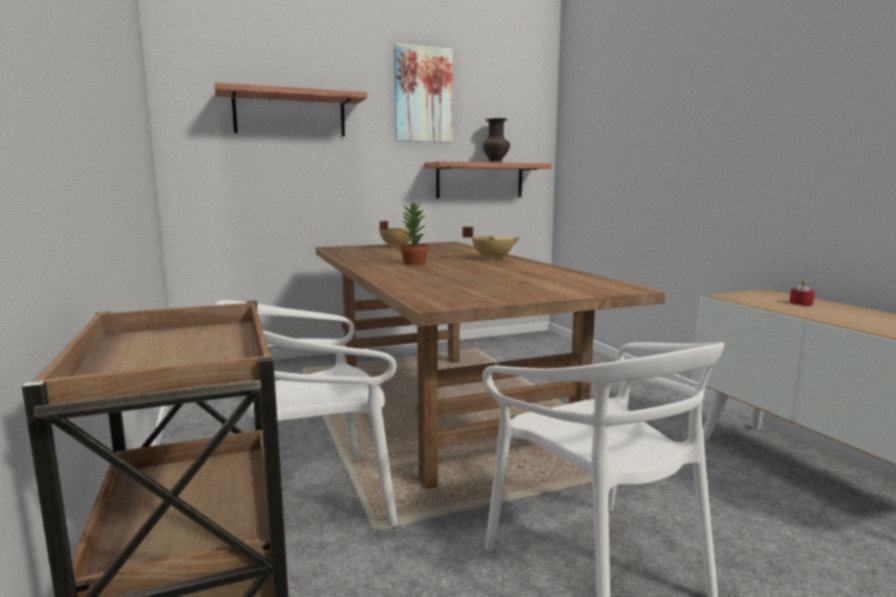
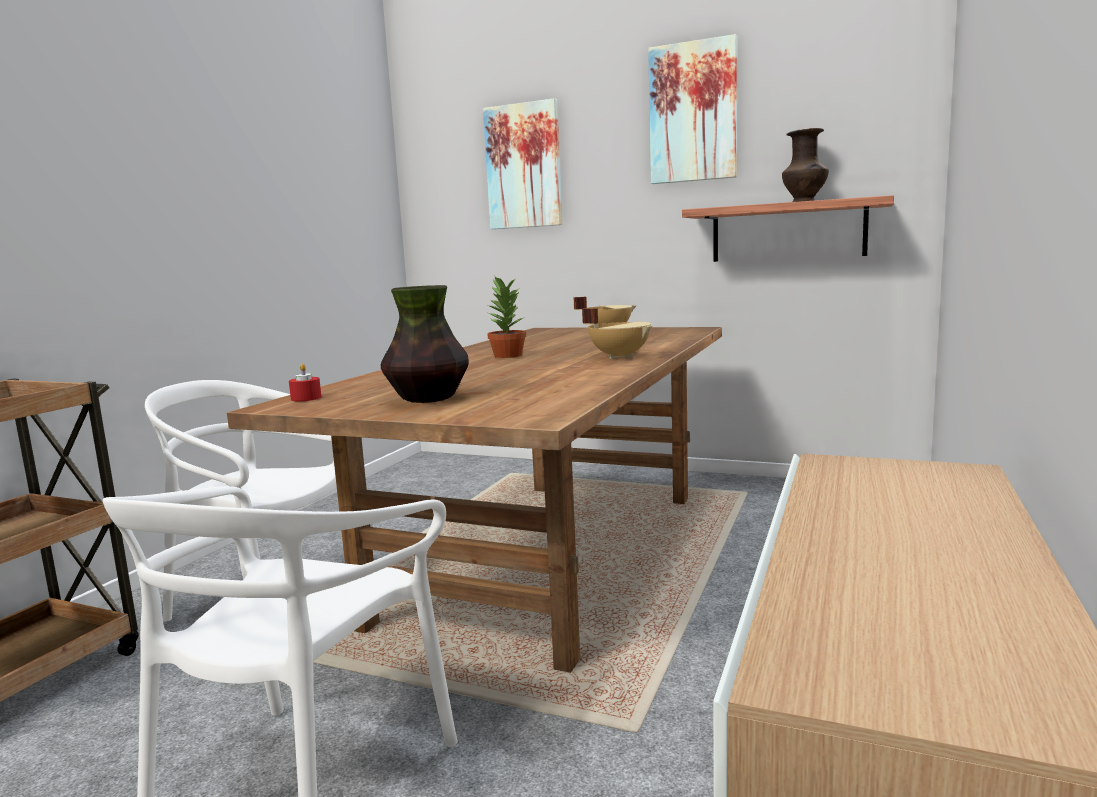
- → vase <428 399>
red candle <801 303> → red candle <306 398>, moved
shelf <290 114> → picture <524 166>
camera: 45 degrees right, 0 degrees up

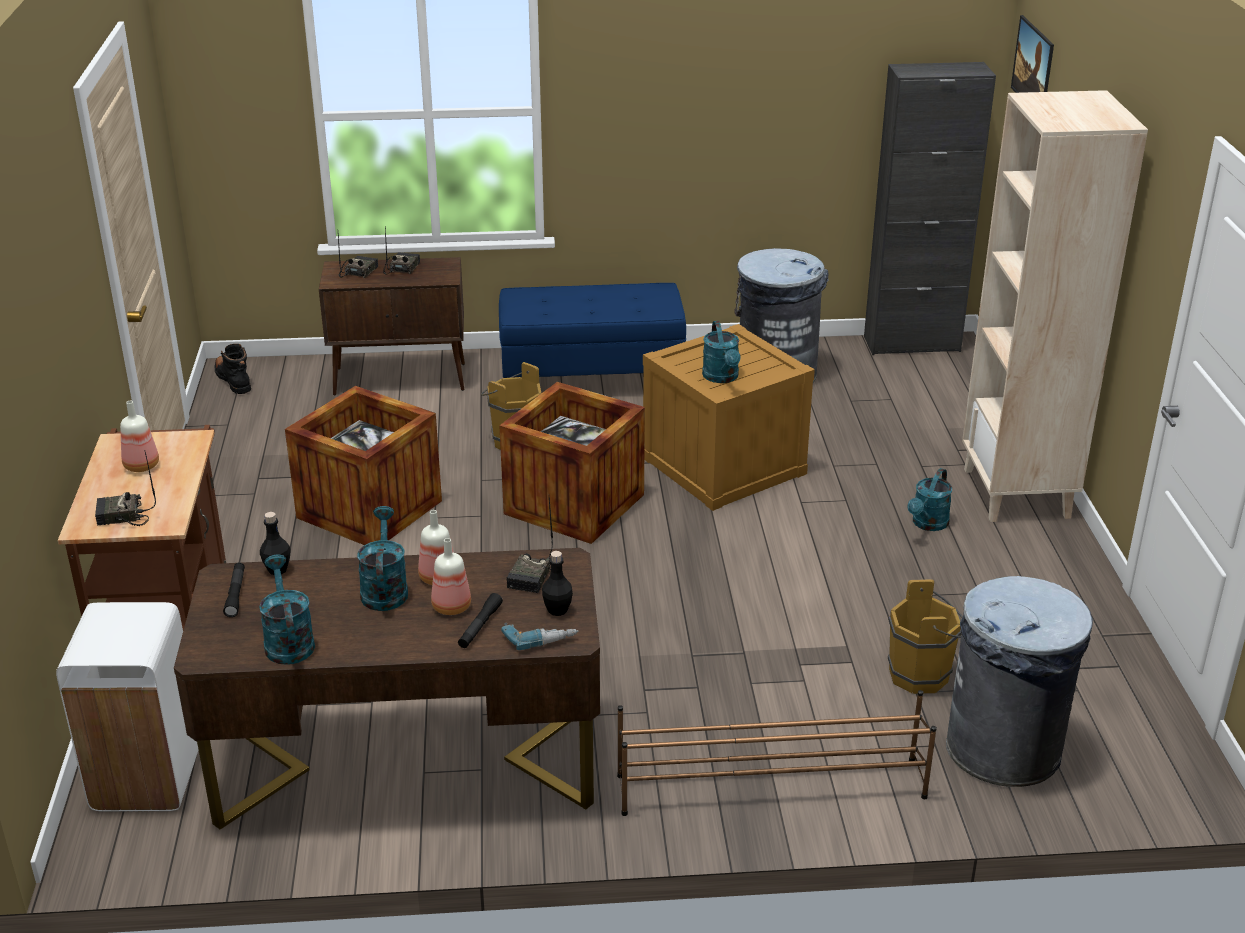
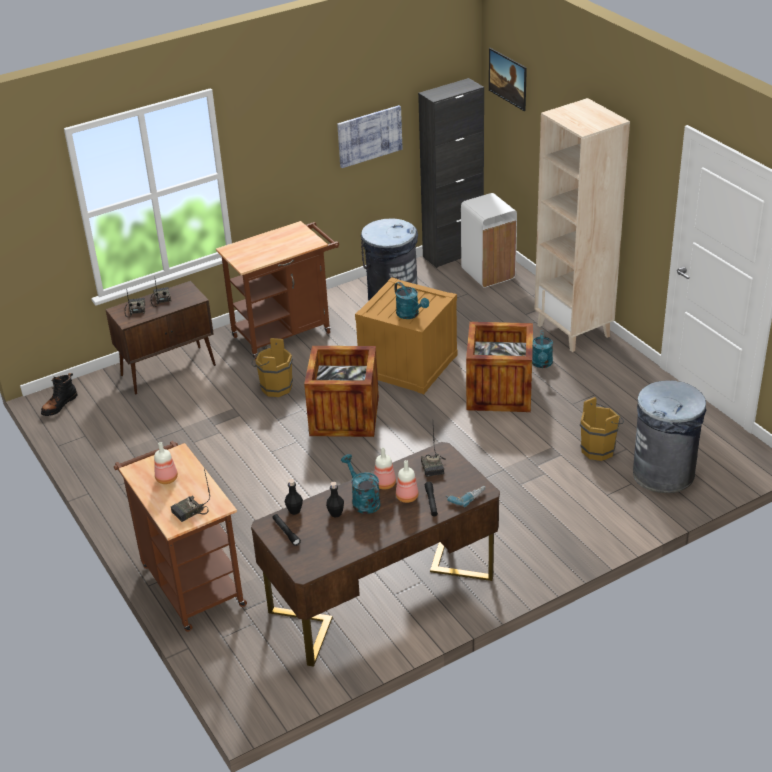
turquoise watering can <287 641> → -
brown shoe rack <769 786> → -
- → picture <369 136>
white trash can <149 776> → white trash can <488 273>, moved
crate <369 509> → crate <499 392>, moved
black bottle <557 610> → black bottle <336 513>, moved
blue bench <592 377> → brown cart <287 332>
black boot <234 381> → black boot <59 405>, 90 degrees counterclockwise
camera: 25 degrees left, 5 degrees up

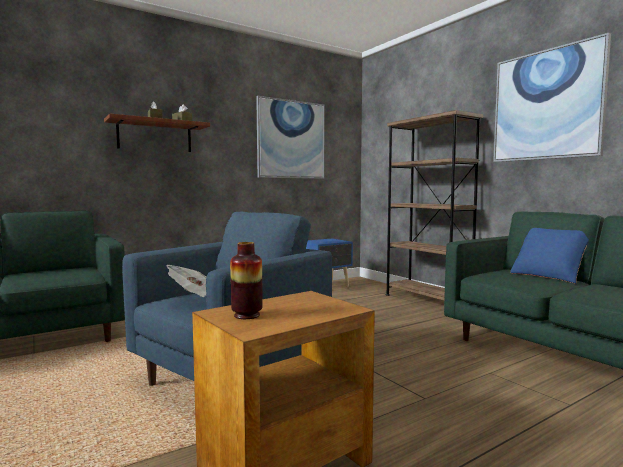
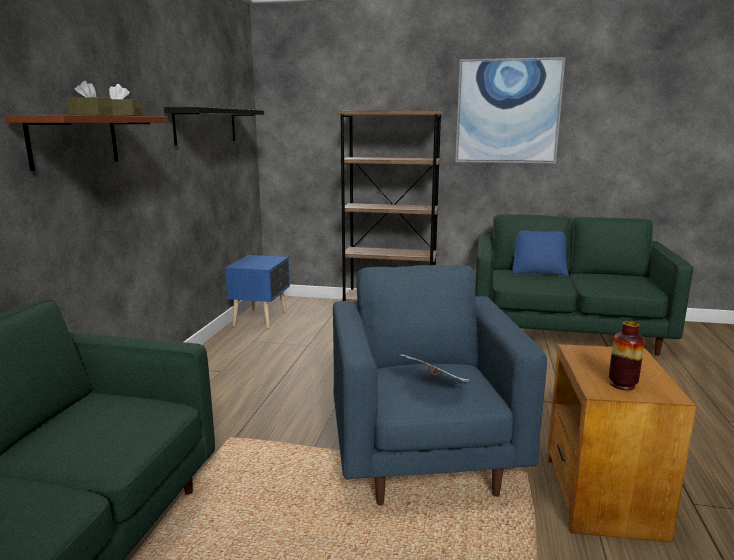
picture <291 139> → black shelf <206 126>
camera: 45 degrees left, 10 degrees up

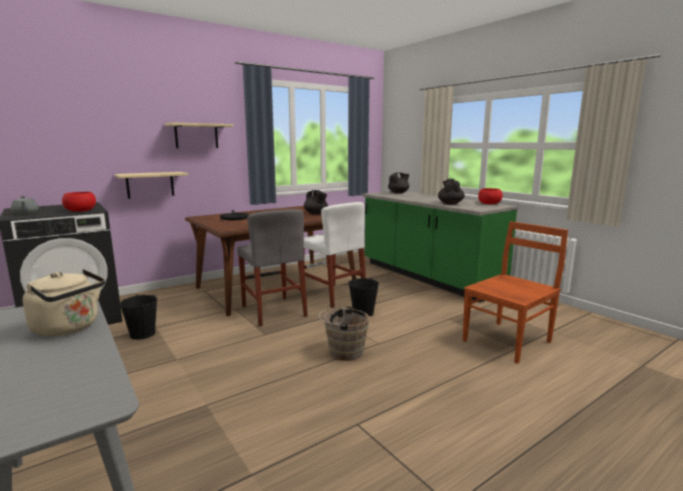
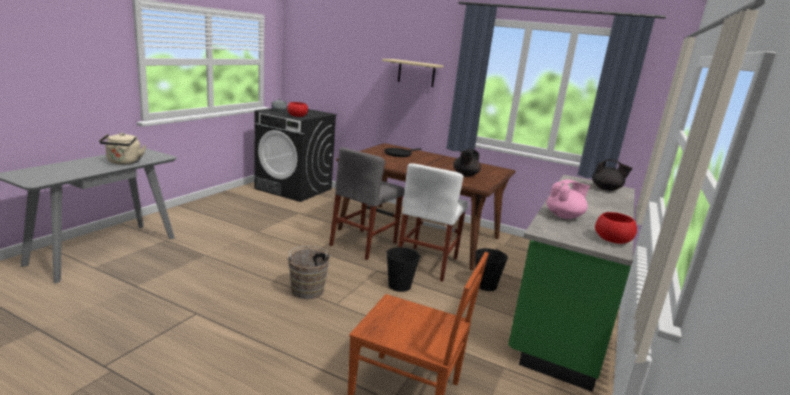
beige shelf <150 185> → -
black bucket <142 334> → black bucket <485 285>, moved
black teapot <450 203> → pink teapot <564 216>
camera: 60 degrees right, 5 degrees up

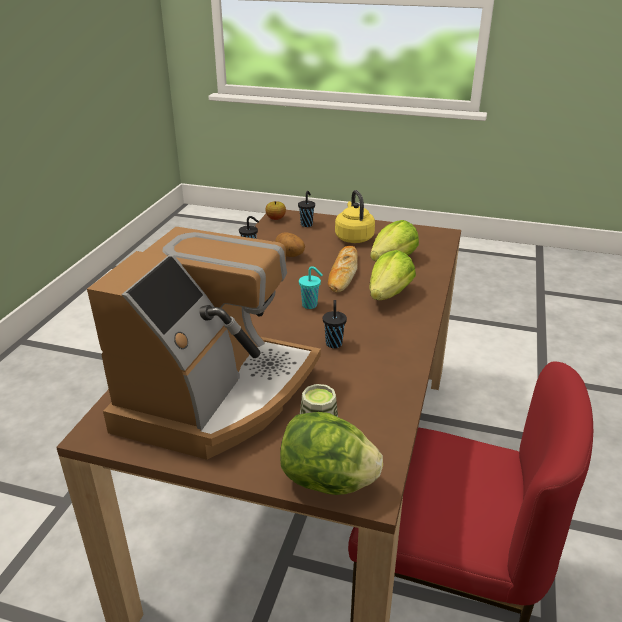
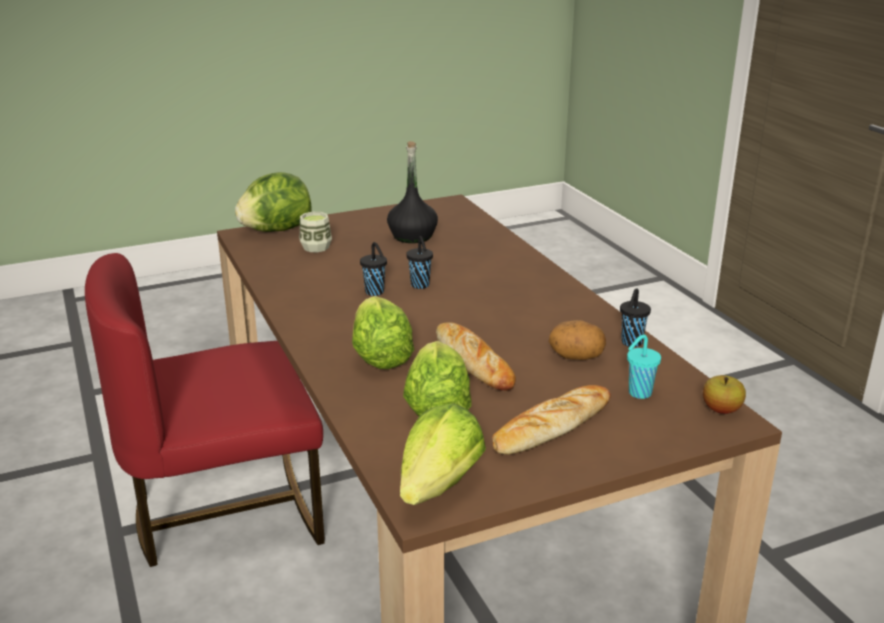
- → lettuce <439 485>
black cup <307 224> → black cup <420 286>, moved
turquoise cup <310 305> → turquoise cup <638 393>, moved
coffee machine <217 395> → black bottle <413 236>
yellow kettle <353 237> → bread <551 427>
camera: 140 degrees right, 5 degrees down

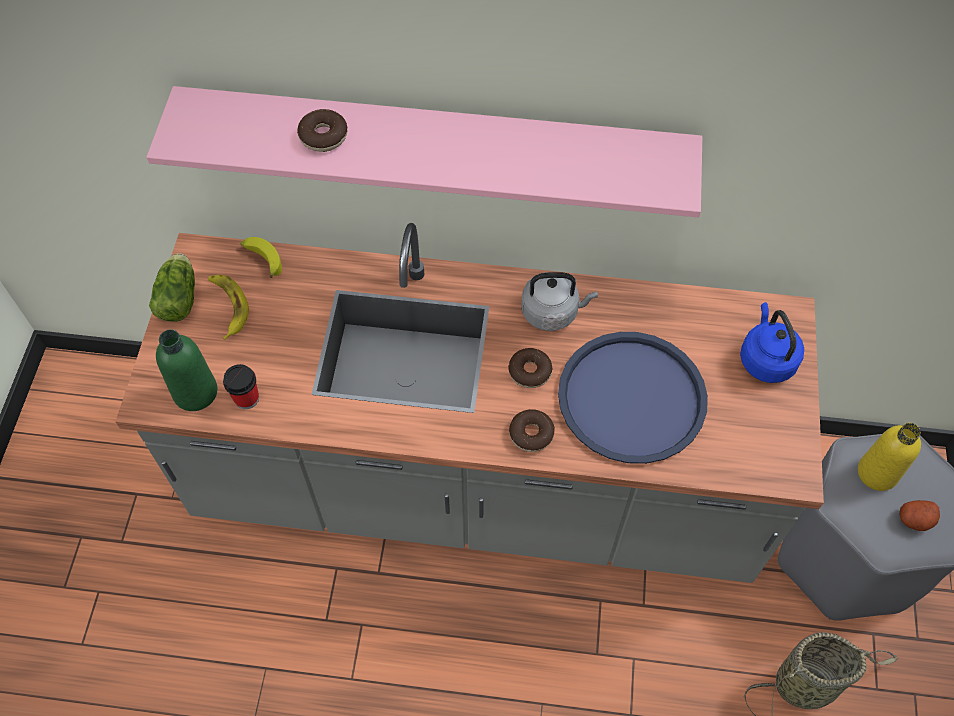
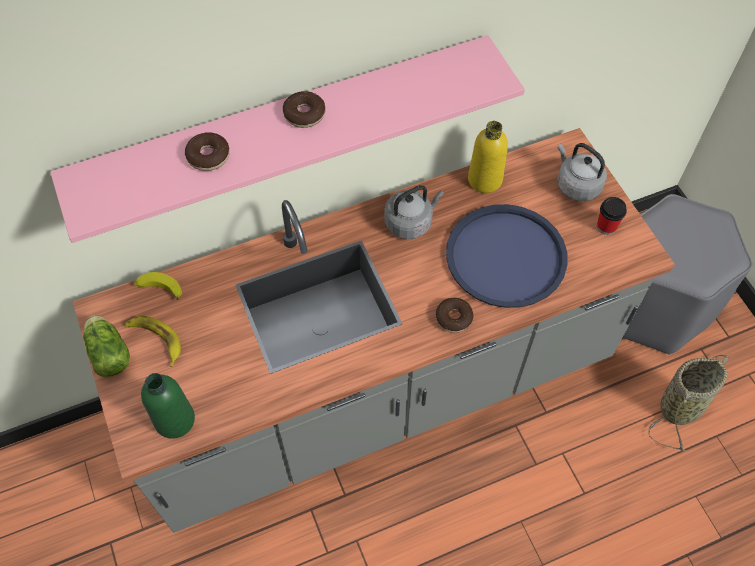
potato <914 520> → -
cup <246 398> → cup <606 226>, moved
donut <529 371> → donut <304 114>, moved
yellow bottle <877 473> → yellow bottle <485 180>, moved
blue kettle <766 359> → grey kettle <576 185>
camera: 30 degrees left, 0 degrees up

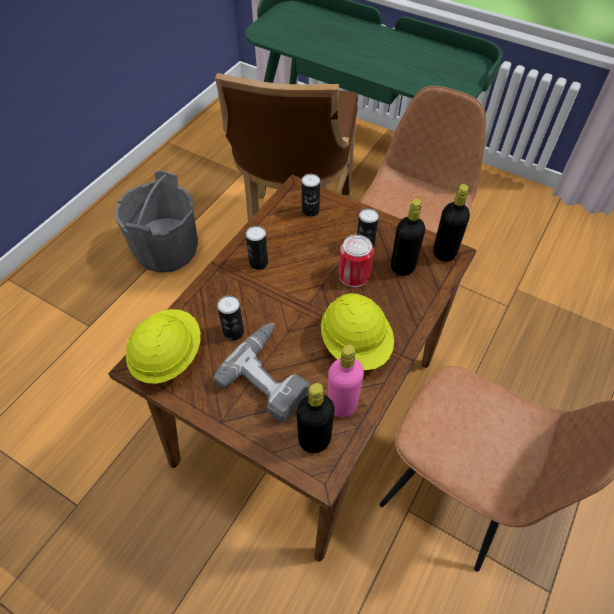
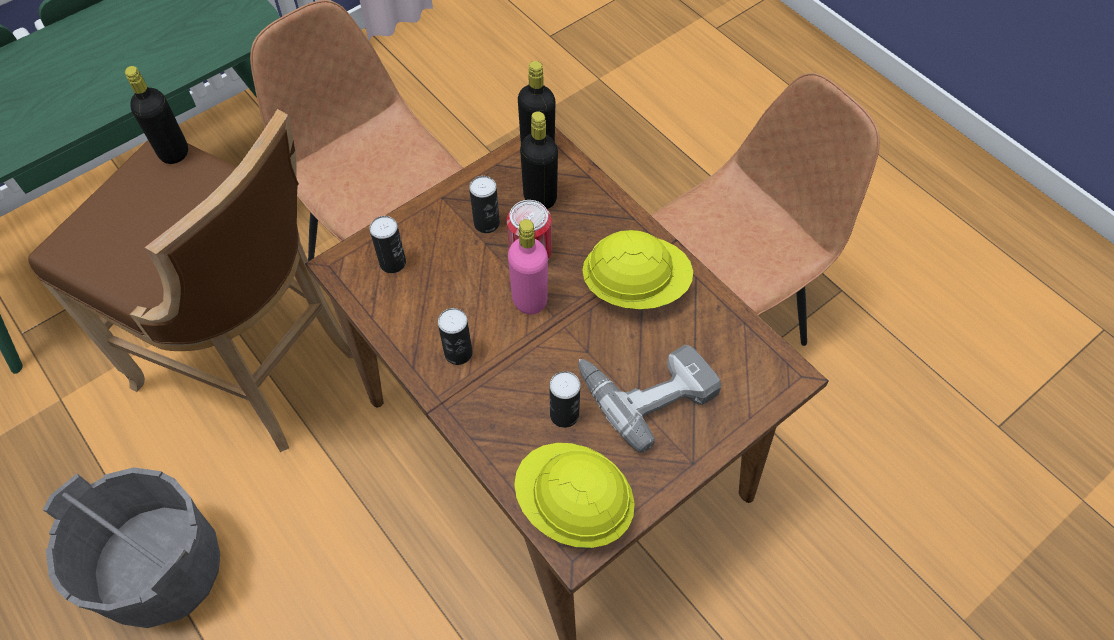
black bottle <314 439> → black bottle <174 152>, moved
pink bottle <342 404> → pink bottle <529 300>, moved
camera: 70 degrees left, 5 degrees up

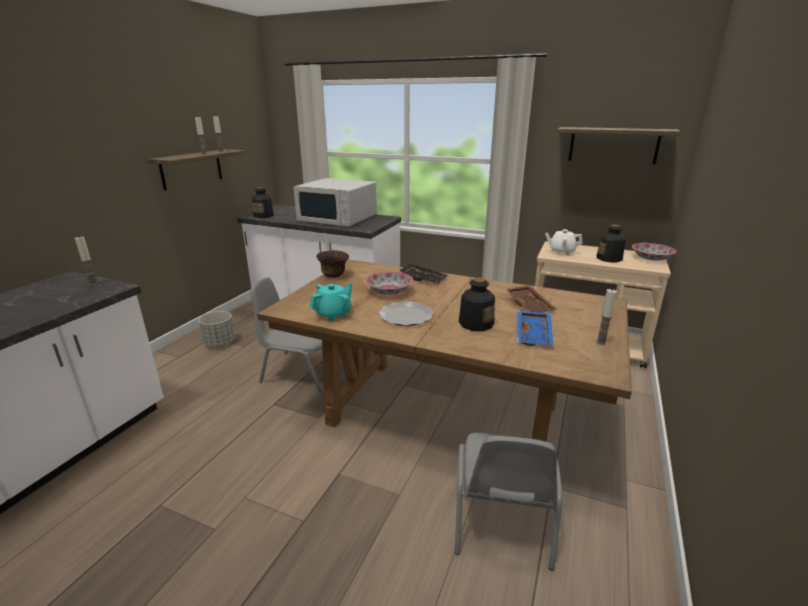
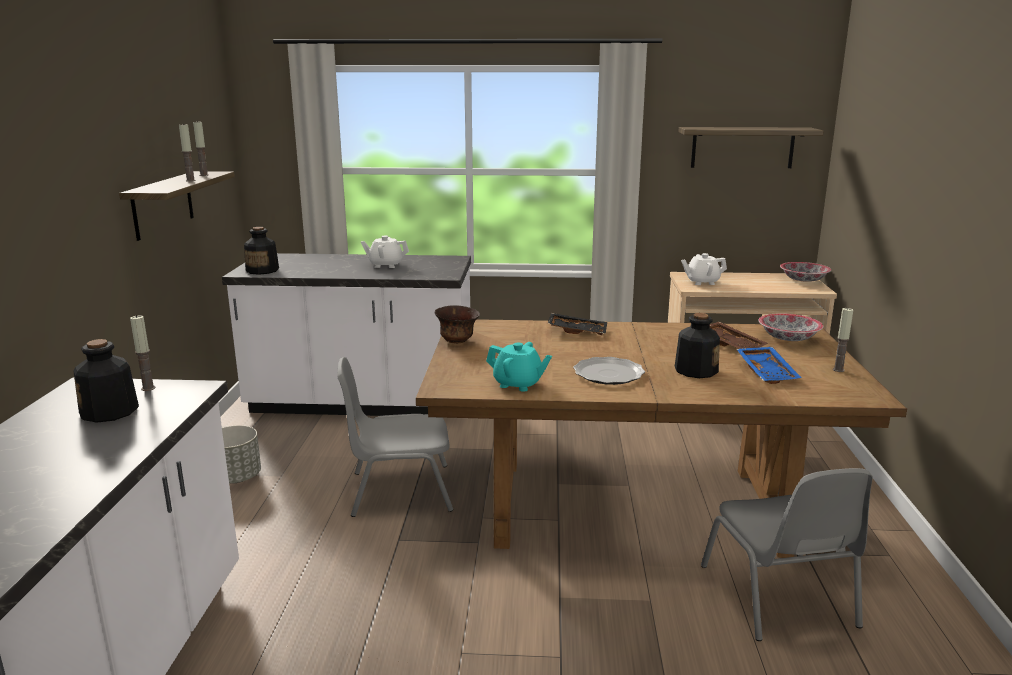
bowl <389 291> → bowl <788 338>, moved
bottle <609 258> → bottle <110 412>, moved
white microwave <338 218> → white teapot <385 265>
turquoise teapot <333 314> → turquoise teapot <518 384>, 90 degrees clockwise
camera: 20 degrees left, 5 degrees down

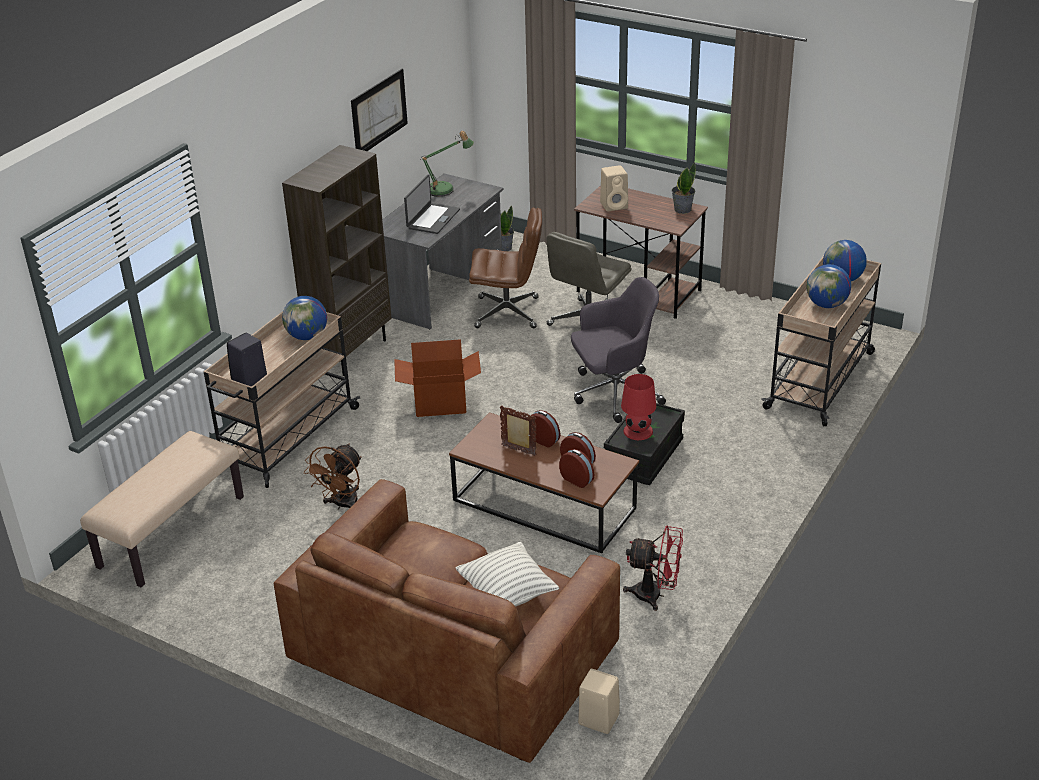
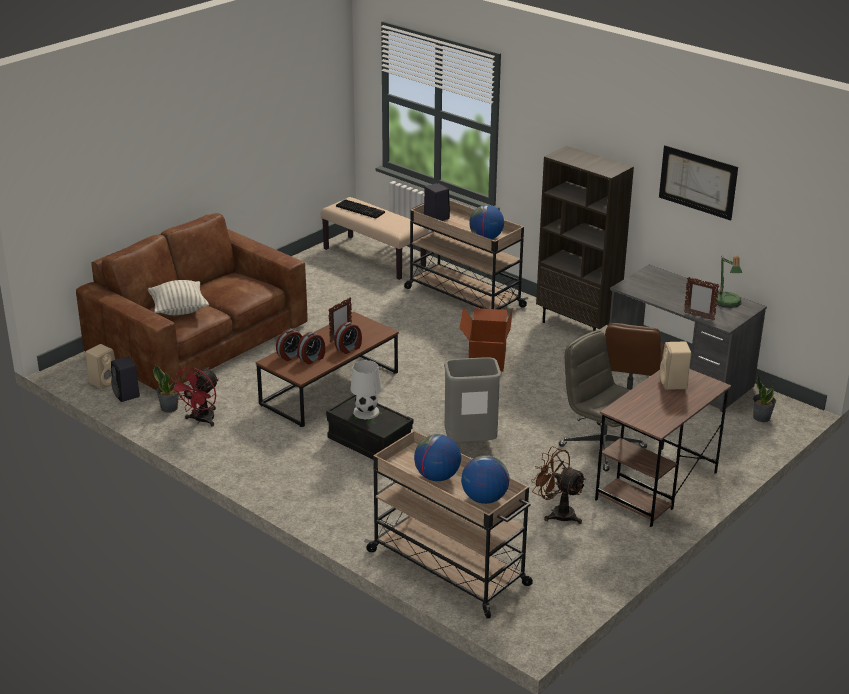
laptop <432 219> → -
- → black speaker <127 395>
- → keyboard <361 209>
- → picture frame <699 316>
brown fan <342 505> → brown fan <557 513>, moved
potted plant <682 209> → potted plant <169 407>, moved
grey office chair <614 394> → grey trash can <470 442>
red table lamp <637 431> → white table lamp <366 412>
camera: 100 degrees right, 5 degrees down

